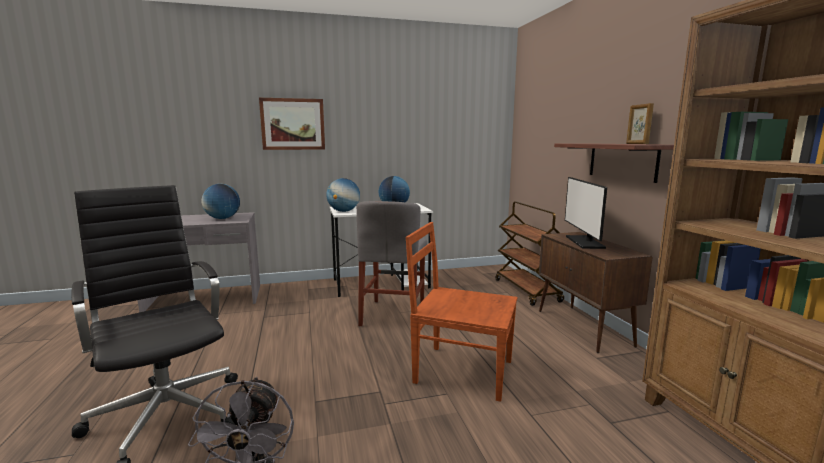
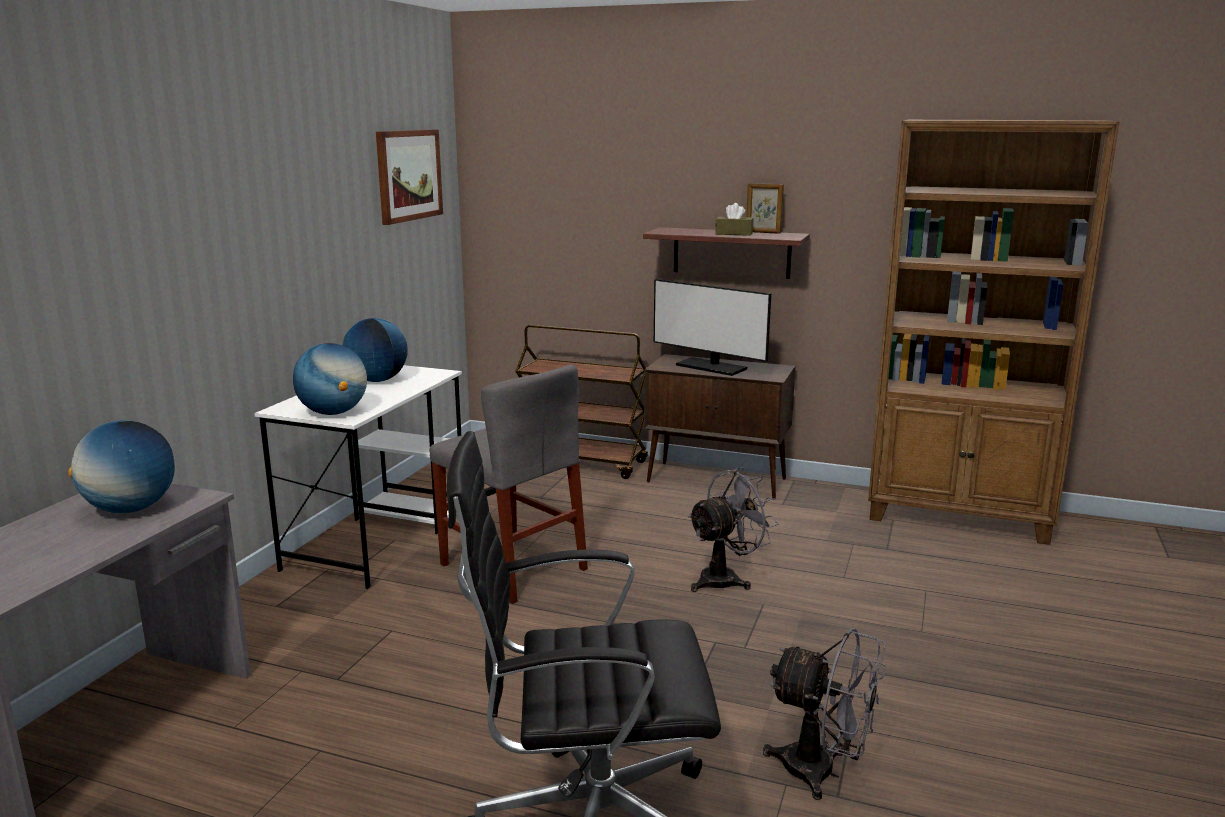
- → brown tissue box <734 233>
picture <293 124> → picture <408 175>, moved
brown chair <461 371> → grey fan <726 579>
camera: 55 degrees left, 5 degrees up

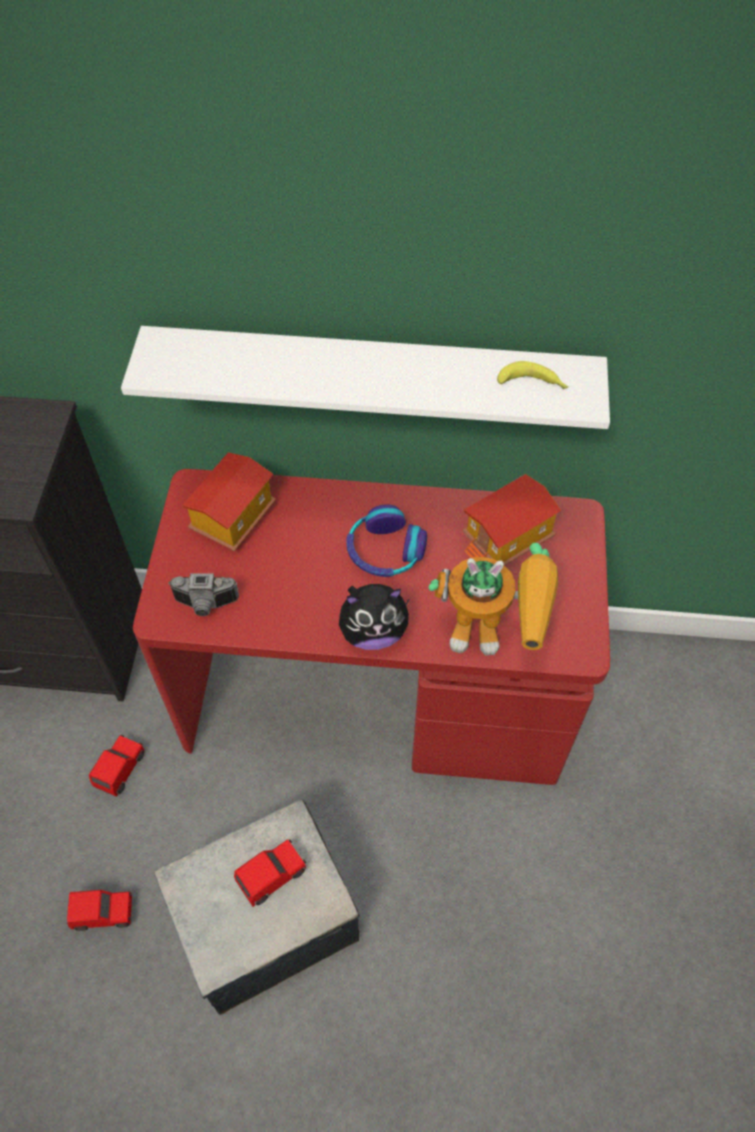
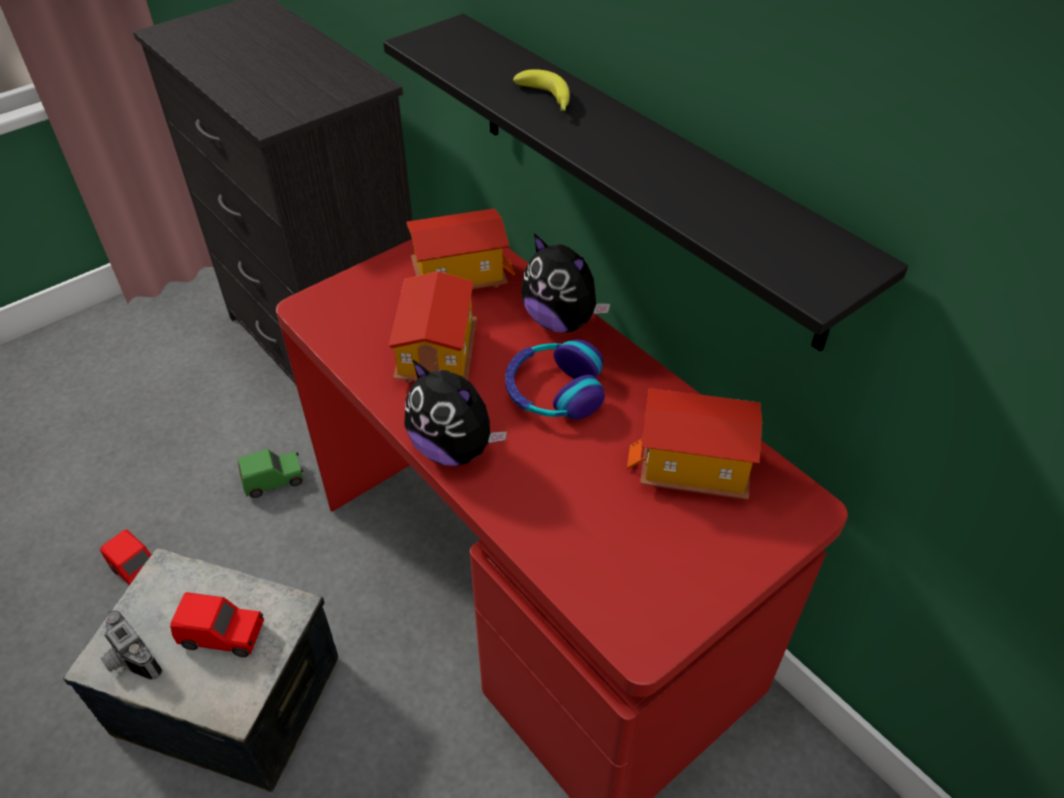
toy robot <495 632> → -
- → toy house <438 357>
- → plush toy <561 321>
photo camera <205 605> → photo camera <128 660>, moved
banana <533 384> → banana <546 100>, moved
red toy car <120 769> → green toy car <274 480>
white shelf <371 376> → black shelf <641 173>
camera: 45 degrees right, 10 degrees down

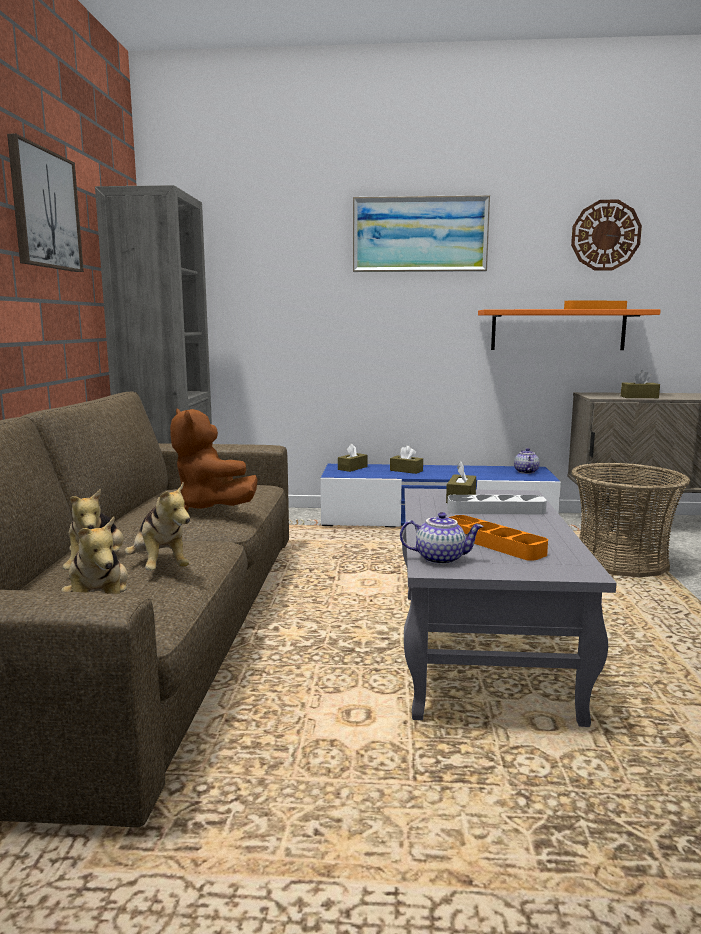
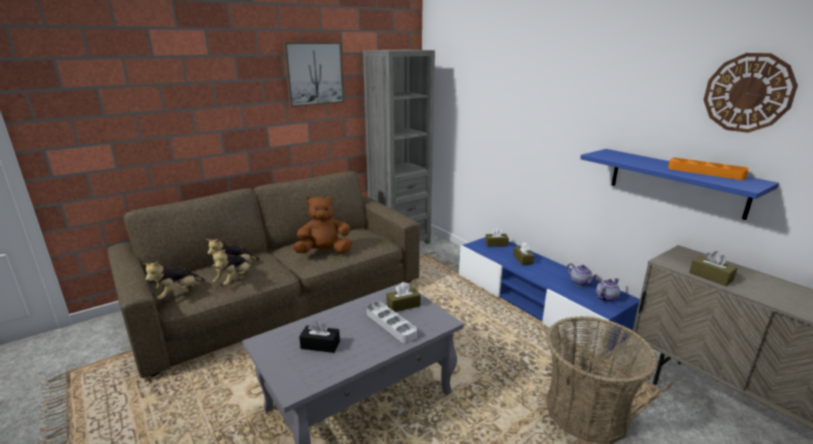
picture <420 234> → -
teapot <440 558> → teapot <580 282>, moved
orange tray <493 543> → black tissue box <320 345>
orange shelf <558 330> → blue shelf <676 182>
brown plush toy <211 507> → brown plush toy <324 252>, 60 degrees clockwise
camera: 50 degrees right, 10 degrees up

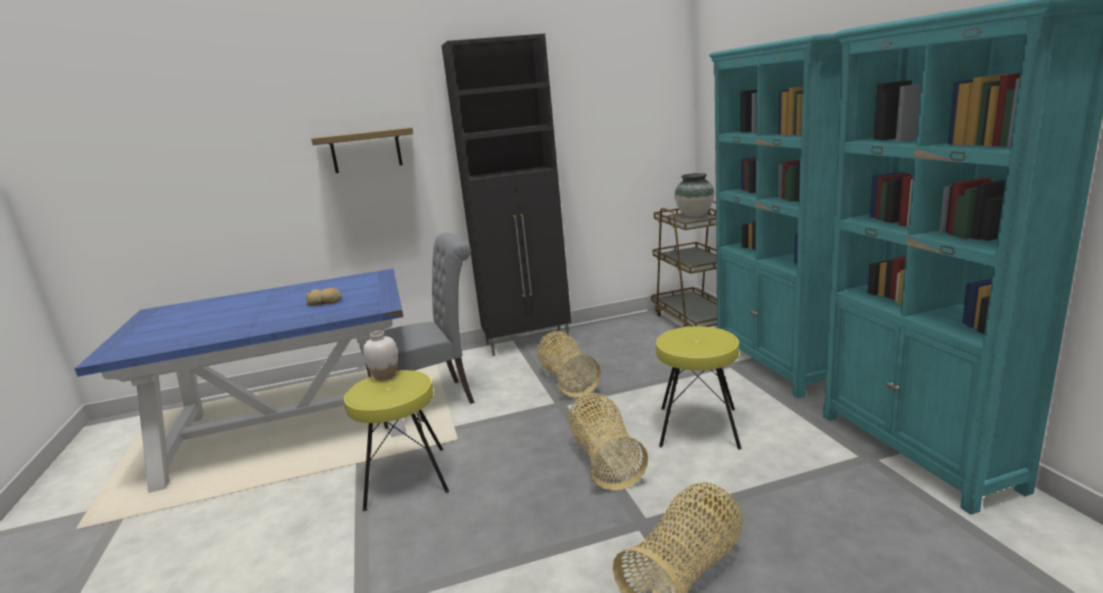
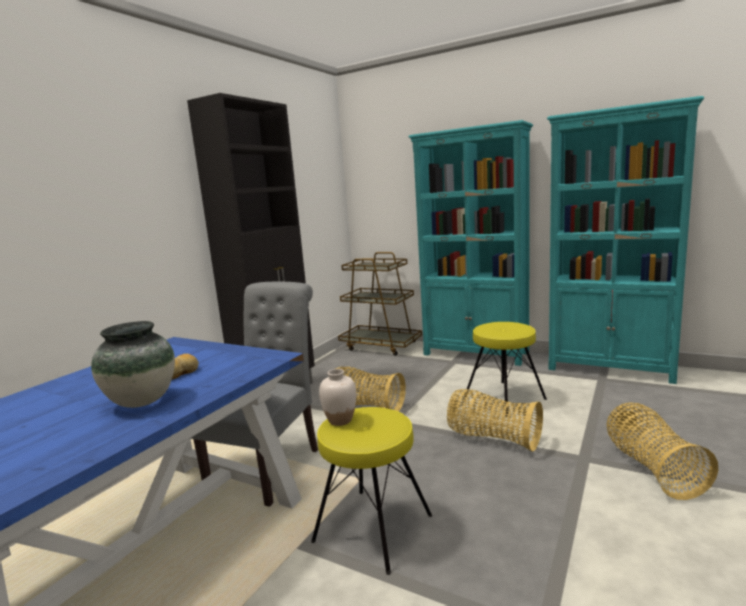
shelf <366 150> → -
vase <694 215> → vase <142 401>, moved
camera: 45 degrees left, 5 degrees down

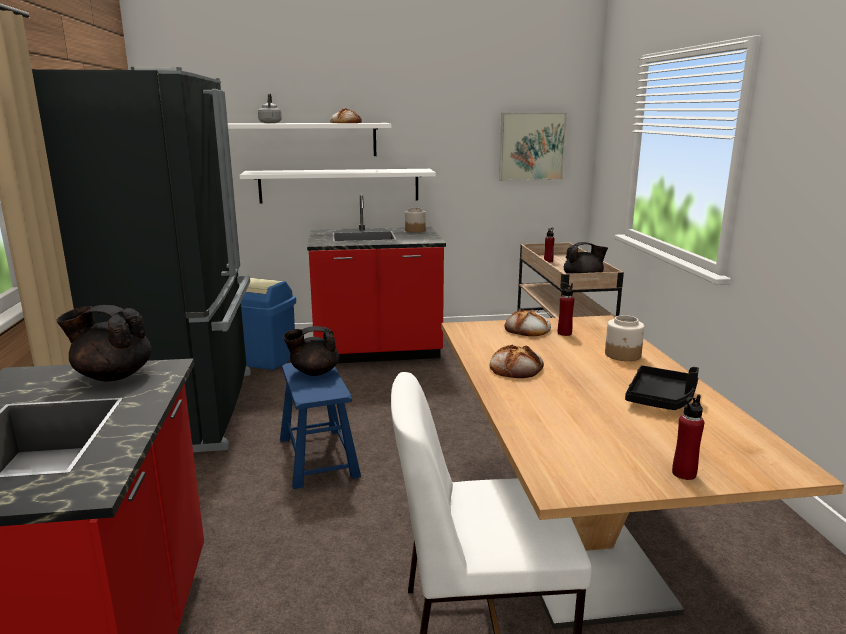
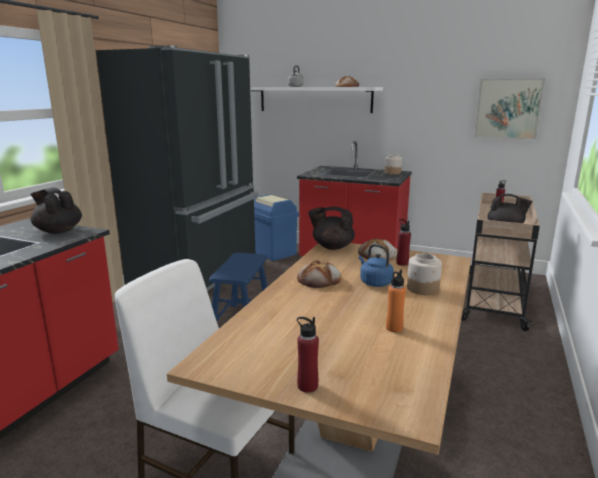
white shelf <339 185> → -
- → blue kettle <374 282>
black teapot <314 372> → black teapot <332 247>, moved
black tray <661 398> → orange bottle <394 328>
camera: 30 degrees right, 0 degrees up

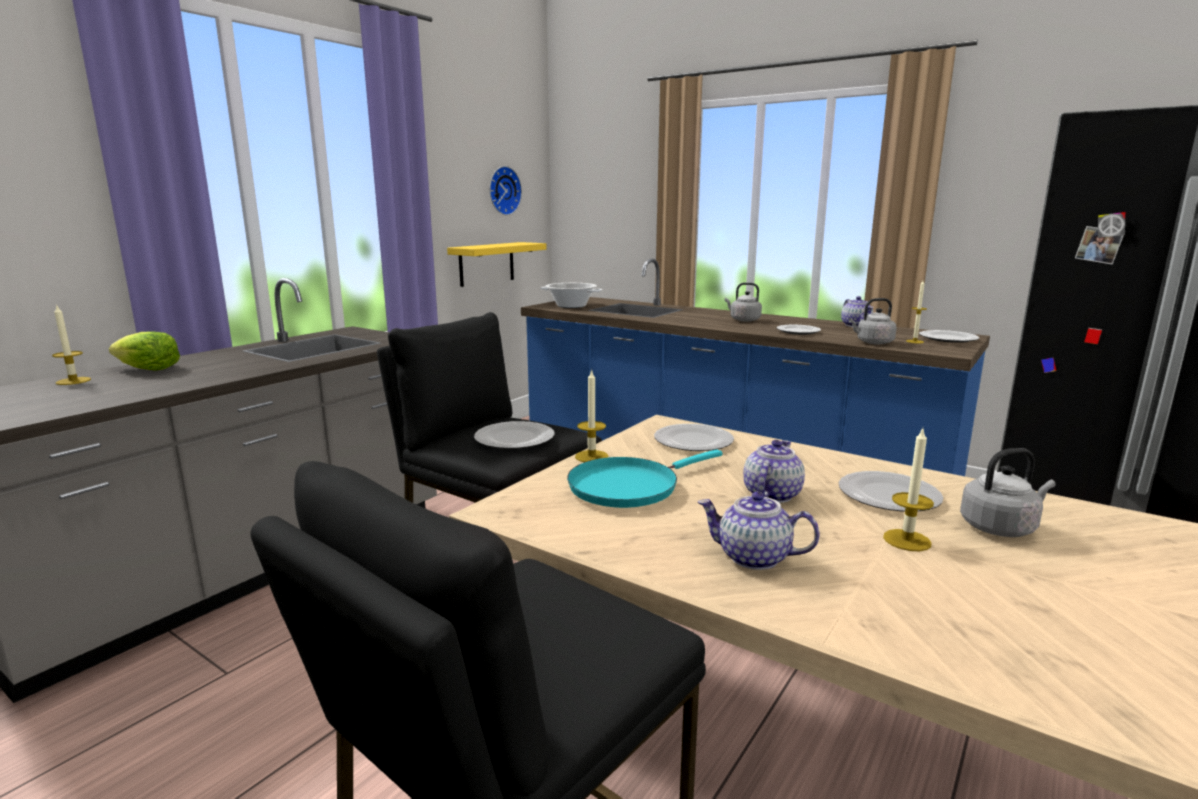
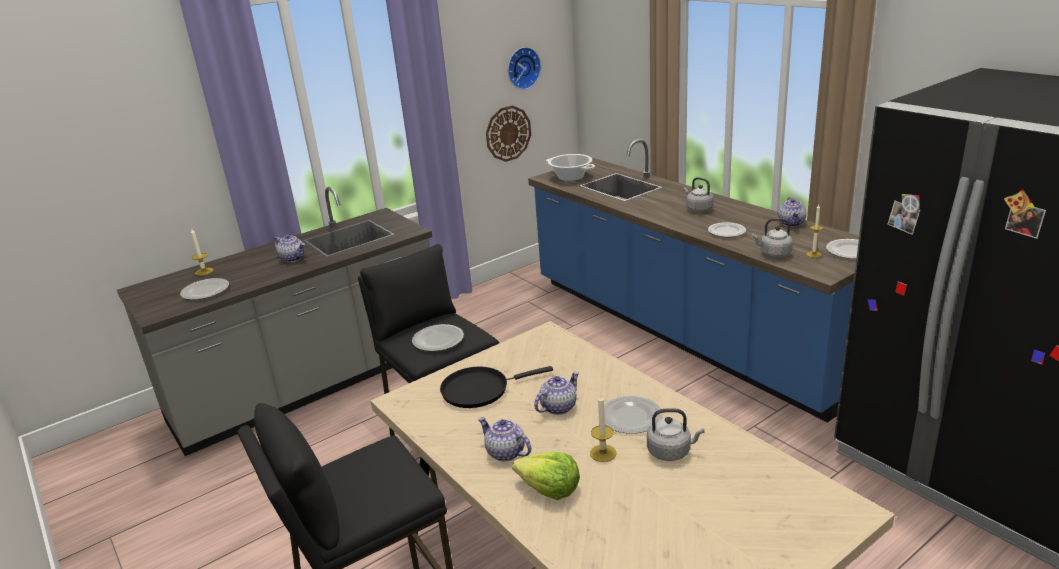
candle <591 456> → -
- → teapot <293 258>
lettuce <148 369> → lettuce <549 489>, moved
plate <694 441> → plate <206 291>, moved
yellow shelf <486 264> → wall clock <508 133>
turquoise frying pan <628 486> → black frying pan <479 390>
camera: 20 degrees right, 10 degrees up

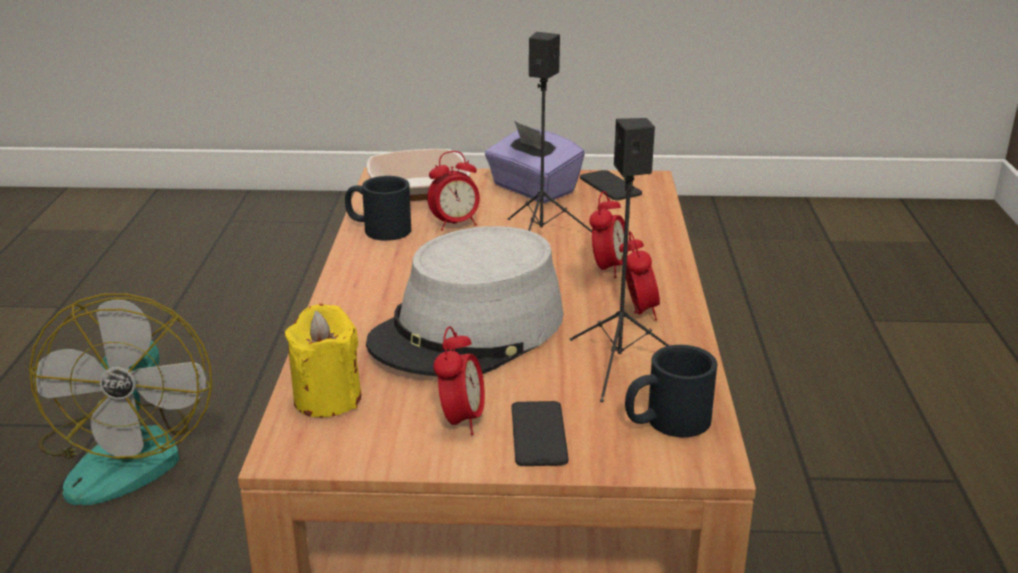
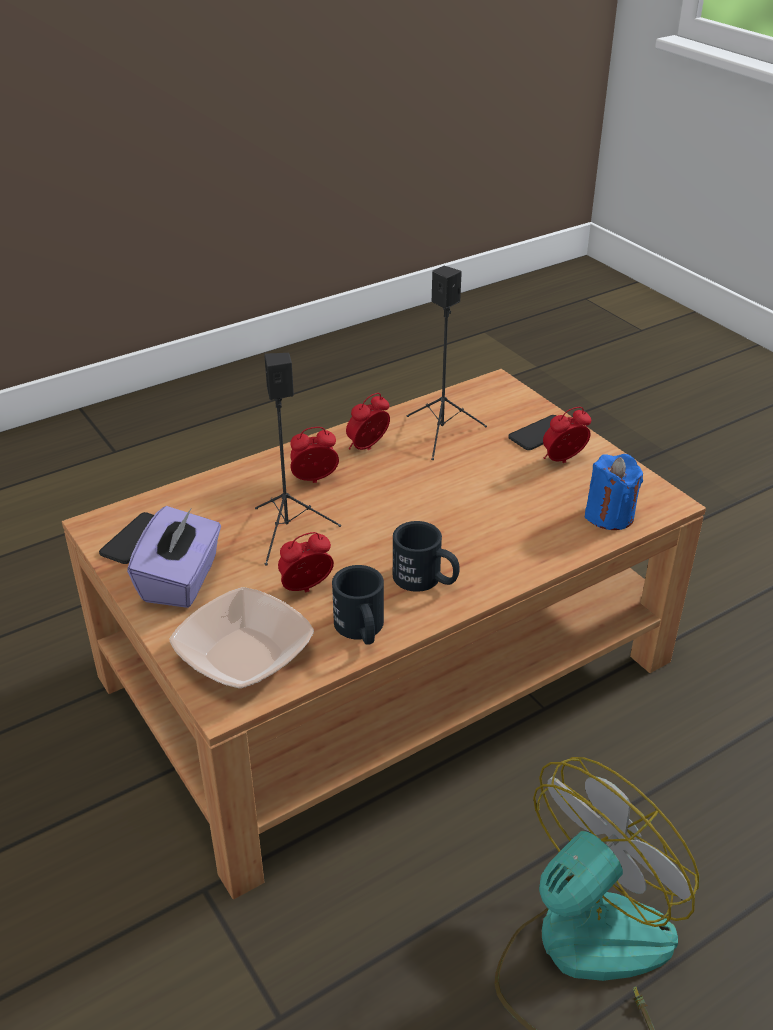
grey hat <469 330> → -
black mug <666 422> → black mug <426 580>, moved
yellow candle <327 399> → blue candle <609 515>
alarm clock <455 224> → alarm clock <306 589>, 60 degrees counterclockwise
camera: 125 degrees left, 10 degrees up

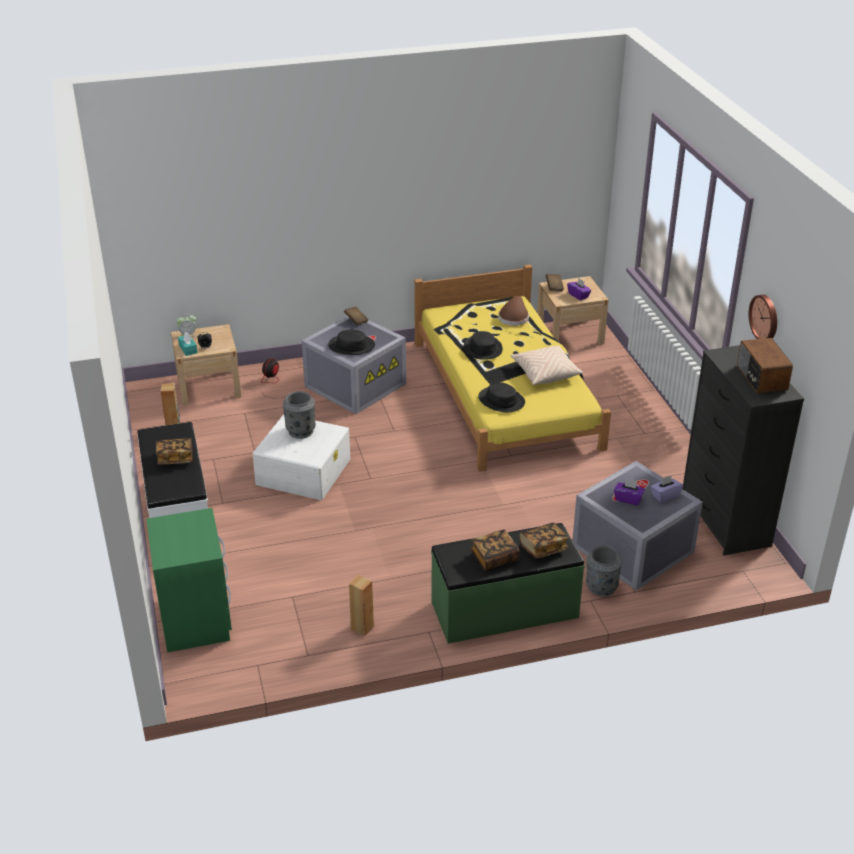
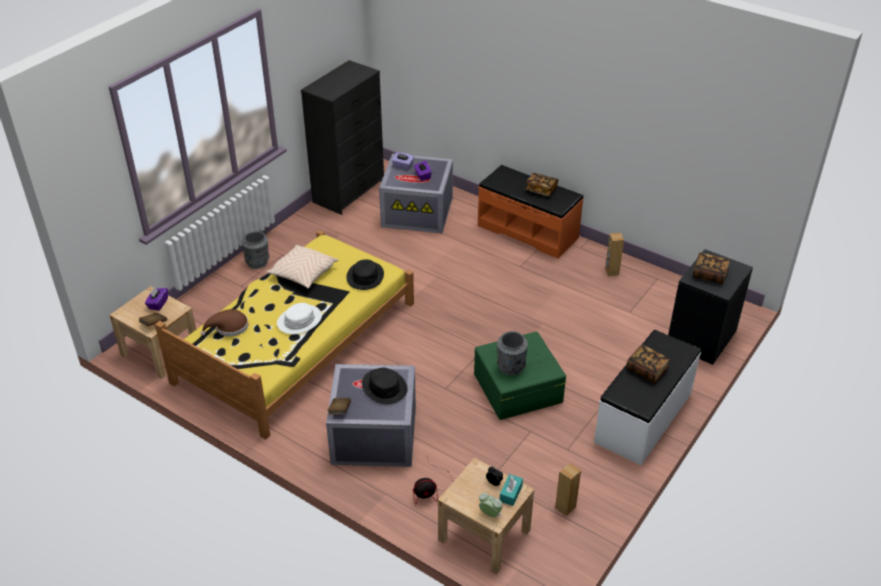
radio <761 378> → -
wall clock <765 317> → -
book <543 548> → book <709 274>, moved
grey vase <601 587> → grey vase <258 262>, moved
green nightstand <196 619> → black nightstand <701 337>
white storage box <304 471> → green storage box <517 387>
green bench <505 610> → orange bench <528 231>
black hat <482 348> → white hat <299 320>
camera: 130 degrees left, 5 degrees up

